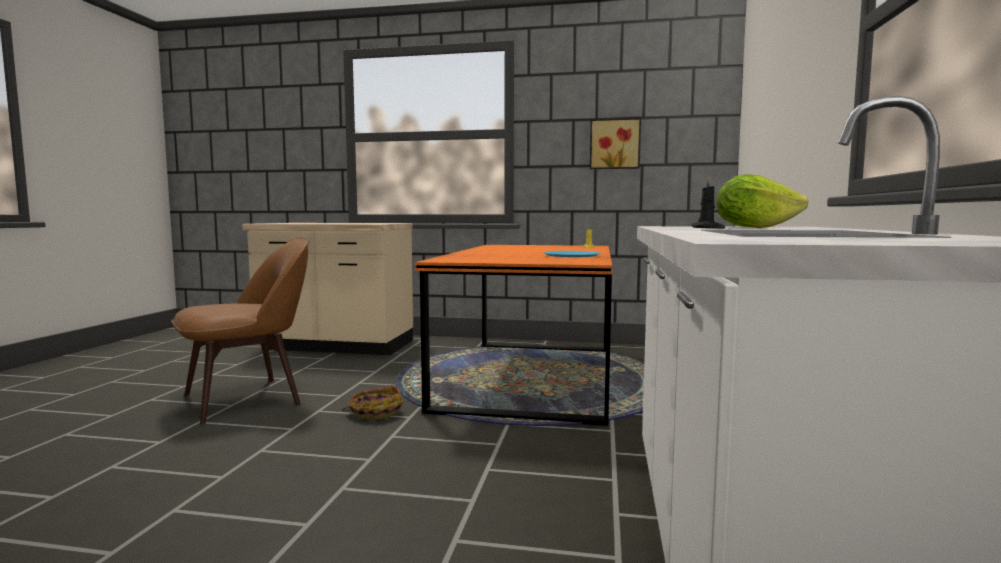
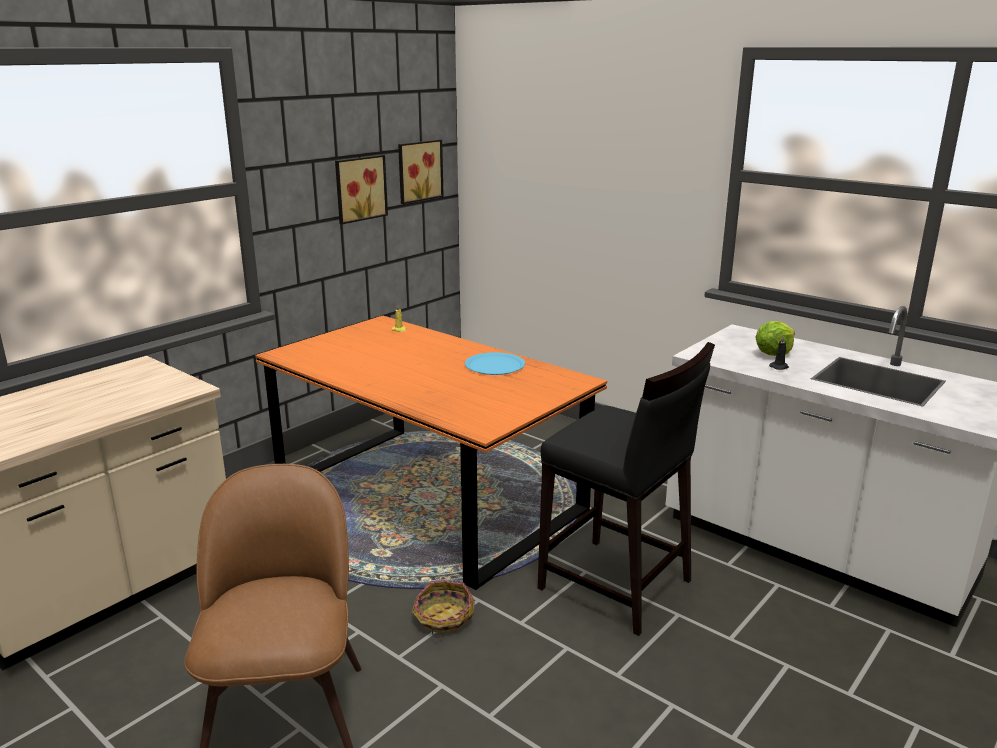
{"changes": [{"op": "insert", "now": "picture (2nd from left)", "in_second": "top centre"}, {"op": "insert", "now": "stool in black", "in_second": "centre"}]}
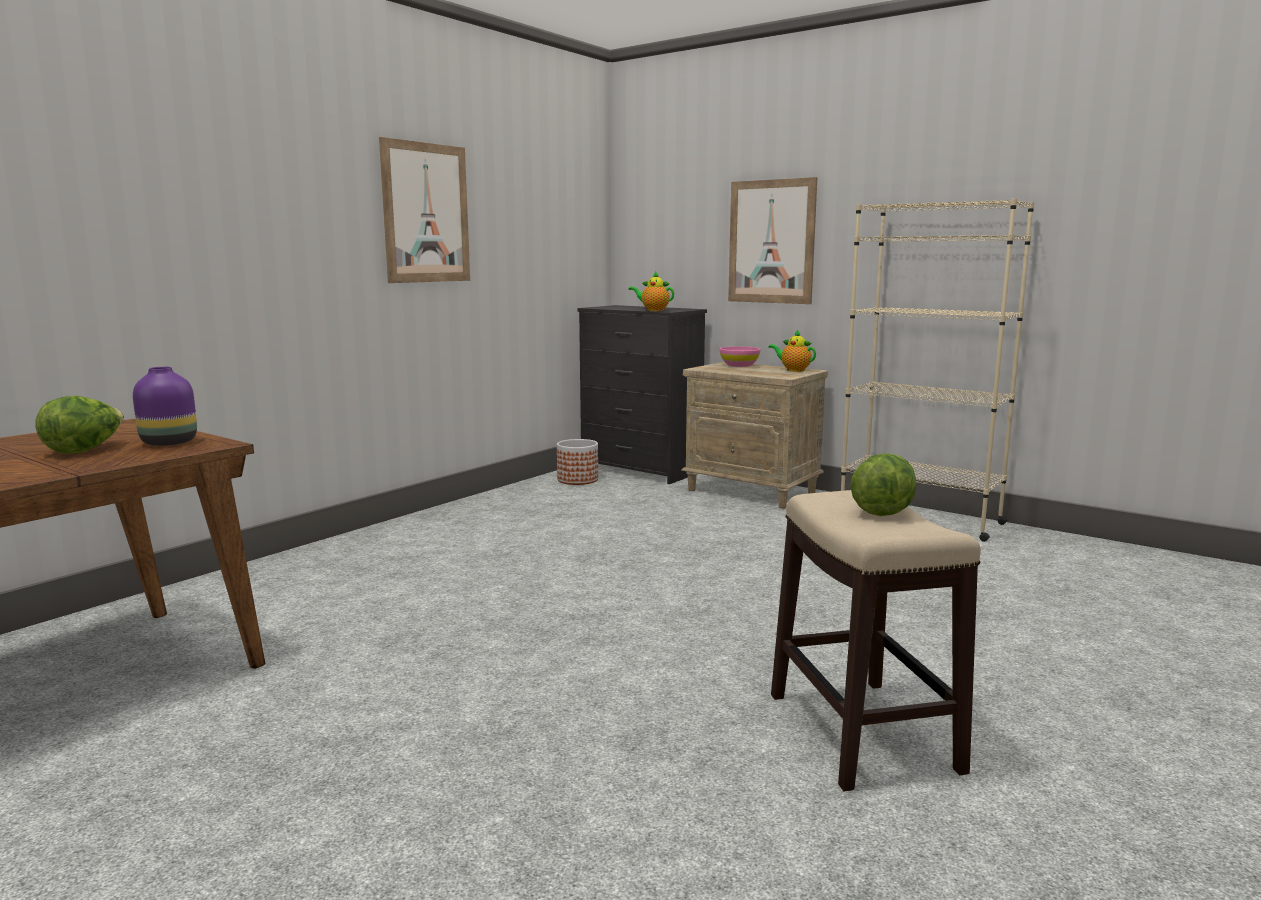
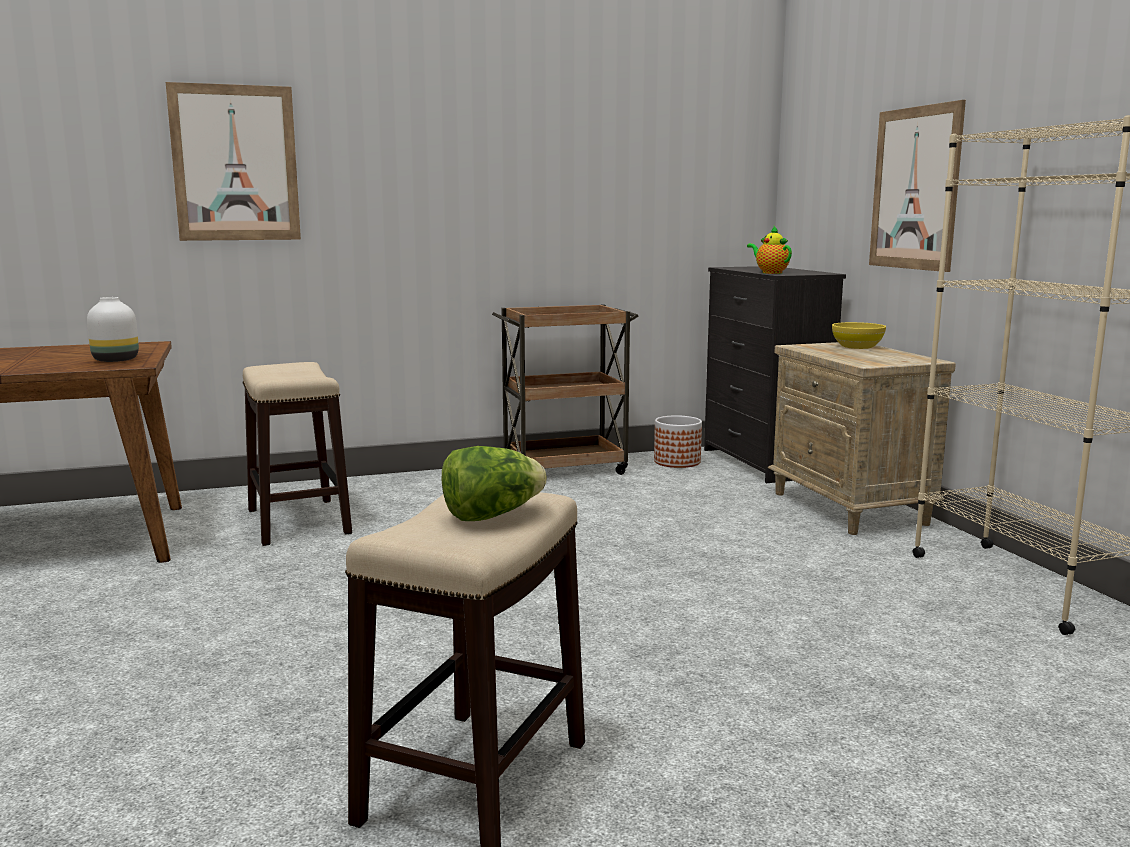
{"changes": [{"op": "move", "was": "picture (1st from left)", "in_first": "top centre", "in_second": "top left"}, {"op": "delete", "was": "teapot (2nd from left)", "in_first": "centre"}, {"op": "recolor", "was": "bowl in pink", "now": "bowl in yellow", "in_first": "centre", "in_second": "middle right"}, {"op": "recolor", "was": "vase in purple", "now": "vase in white", "in_first": "middle left", "in_second": "middle left"}, {"op": "delete", "was": "lettuce (1st from left)", "in_first": "middle left"}, {"op": "insert", "now": "cart in brown", "in_second": "centre"}, {"op": "insert", "now": "stool (1st from left)", "in_second": "middle left"}]}
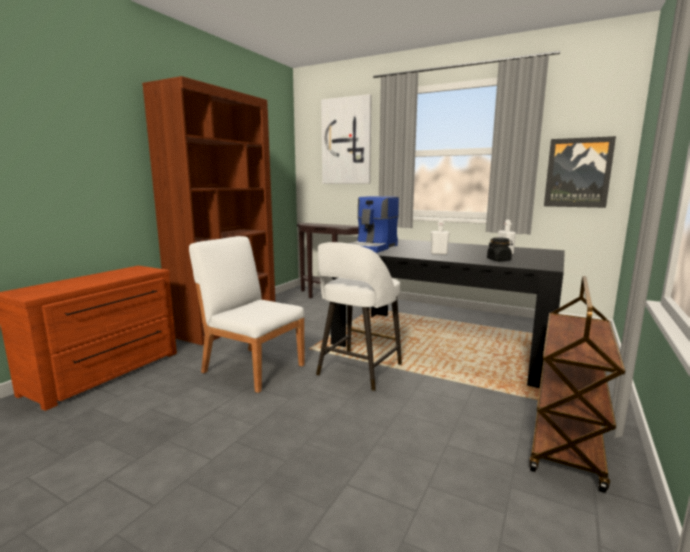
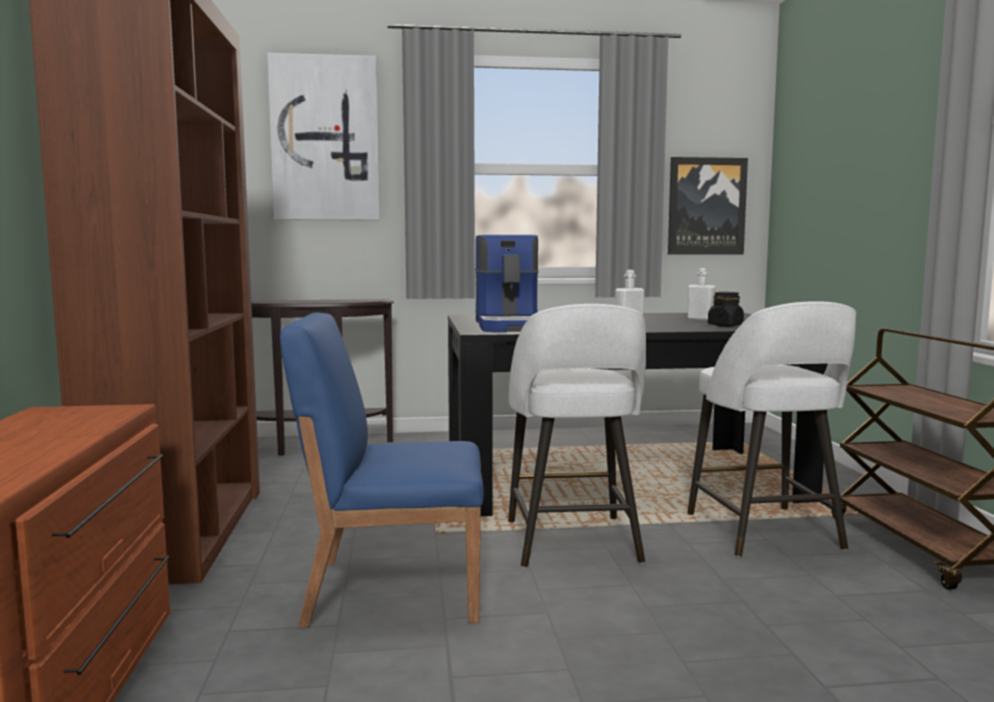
{"changes": [{"op": "recolor", "was": "chair in white", "now": "chair in blue", "in_first": "centre", "in_second": "bottom centre"}, {"op": "insert", "now": "stool in white (2nd from left)", "in_second": "middle right"}]}
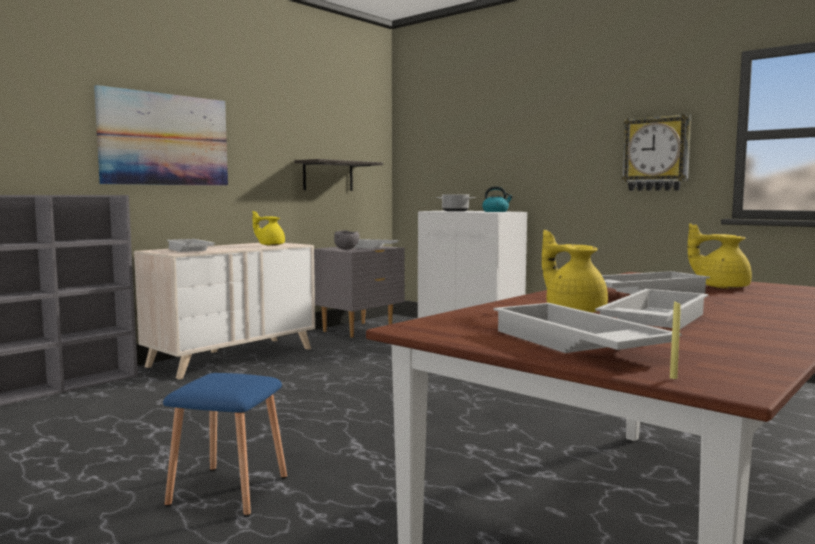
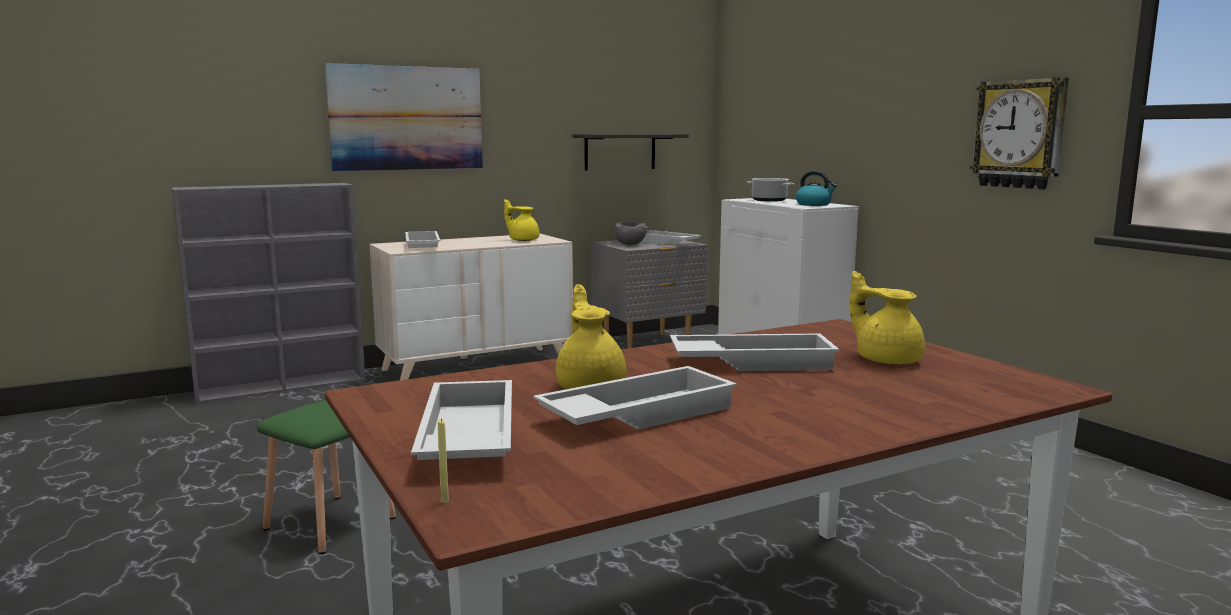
{"changes": [{"op": "recolor", "was": "stool in blue", "now": "stool in green", "in_first": "bottom left", "in_second": "bottom left"}]}
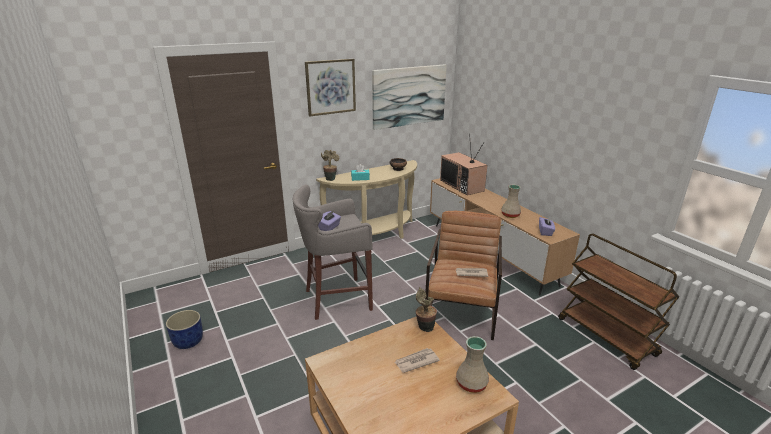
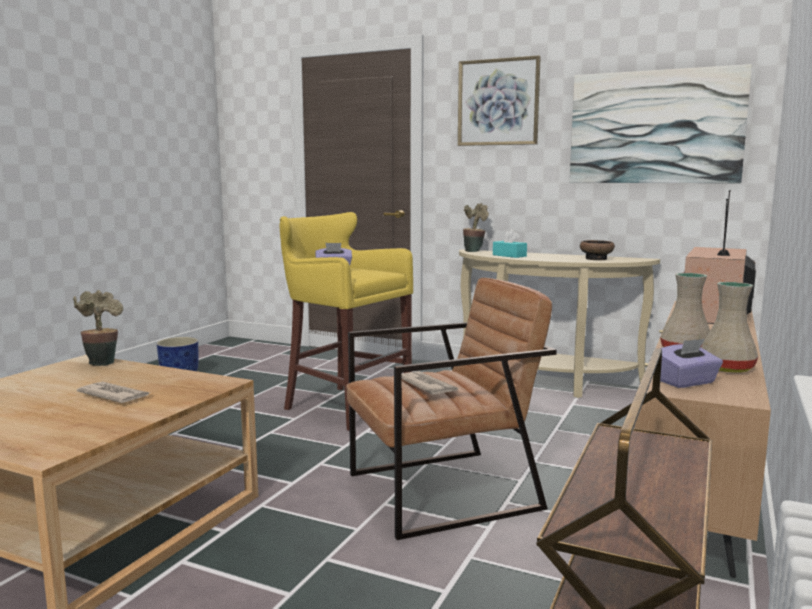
{"changes": [{"op": "recolor", "was": "stool in grey", "now": "stool in yellow", "in_first": "centre", "in_second": "centre"}, {"op": "move", "was": "potted plant (2nd from left in the first image)", "now": "potted plant (1st from left)", "in_first": "bottom centre", "in_second": "middle left"}, {"op": "move", "was": "vase in beige (1st from left in the first image)", "now": "vase in beige (2nd from left)", "in_first": "bottom centre", "in_second": "middle right"}]}
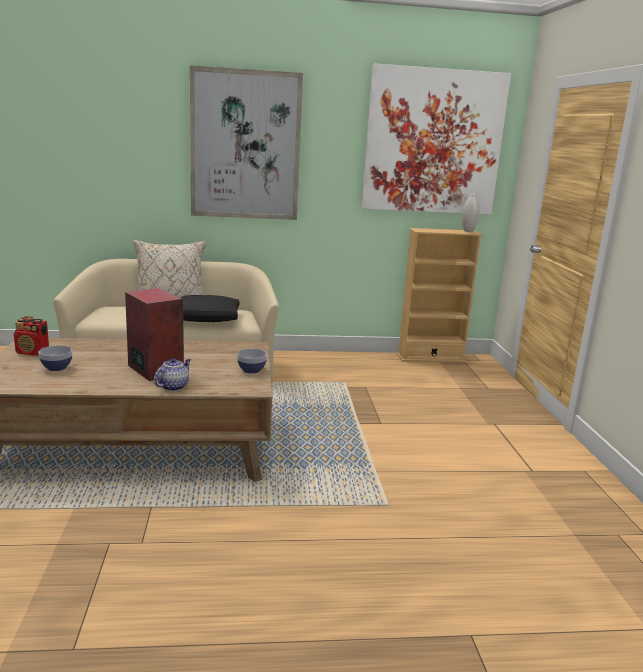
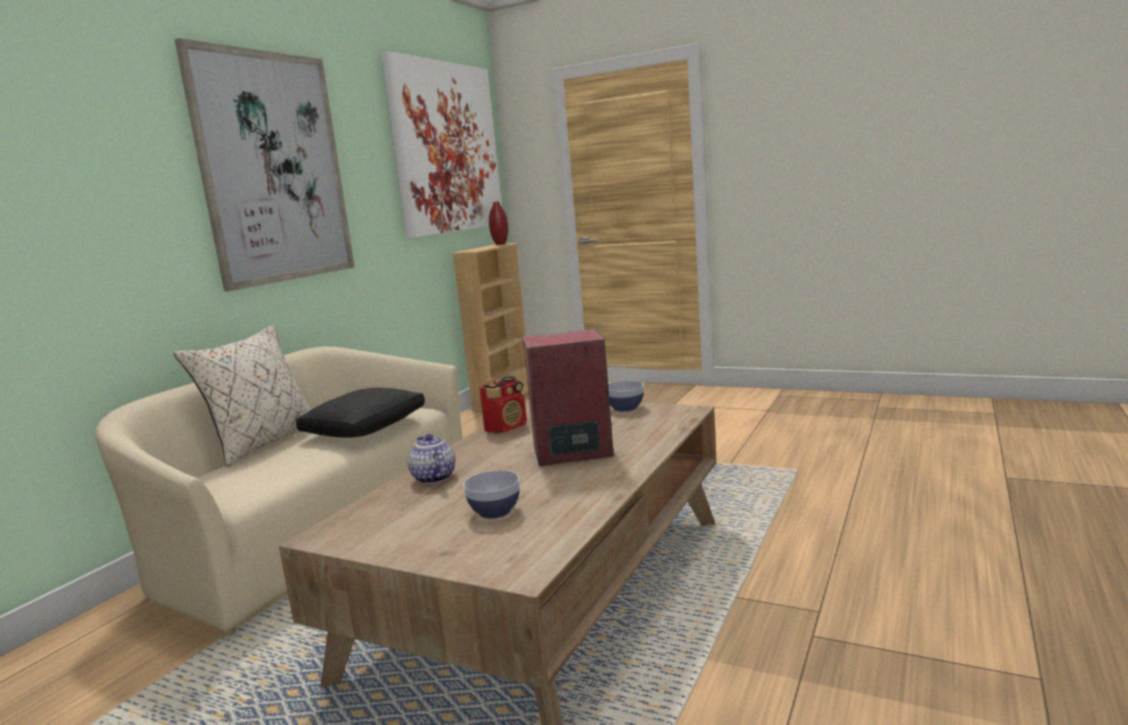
{"changes": [{"op": "recolor", "was": "vase in white", "now": "vase in red", "in_first": "top right", "in_second": "top centre"}, {"op": "move", "was": "radio", "in_first": "middle left", "in_second": "centre"}, {"op": "move", "was": "teapot", "in_first": "middle left", "in_second": "centre"}]}
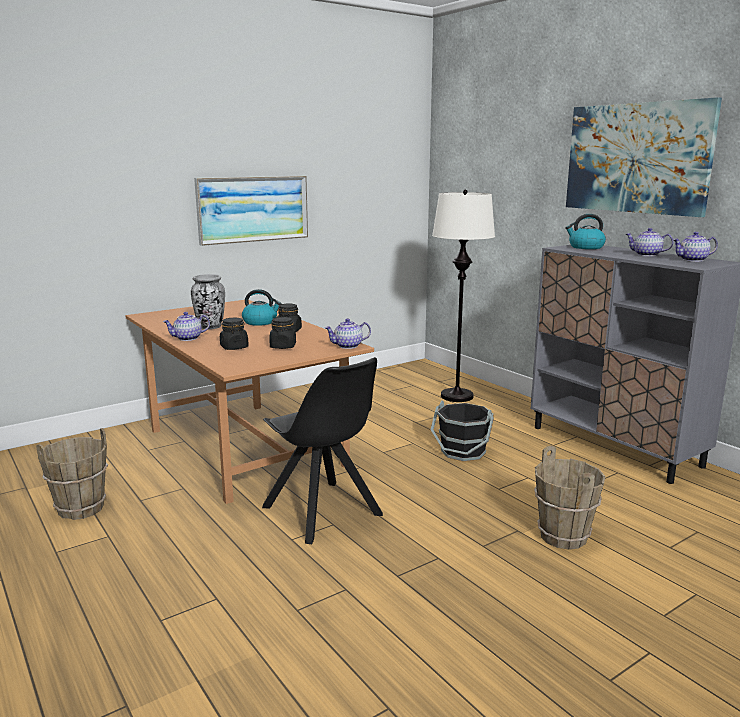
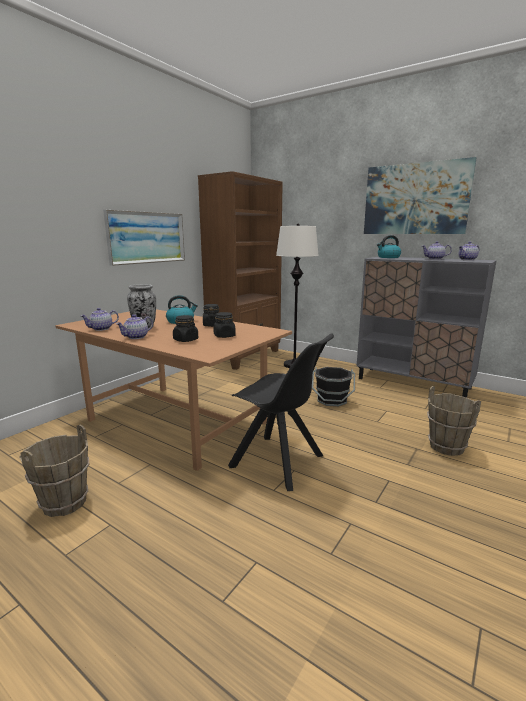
{"changes": [{"op": "move", "was": "teapot (2nd from left in the first image)", "now": "teapot (1st from left)", "in_first": "centre", "in_second": "middle left"}, {"op": "insert", "now": "bookcase in brown", "in_second": "centre"}]}
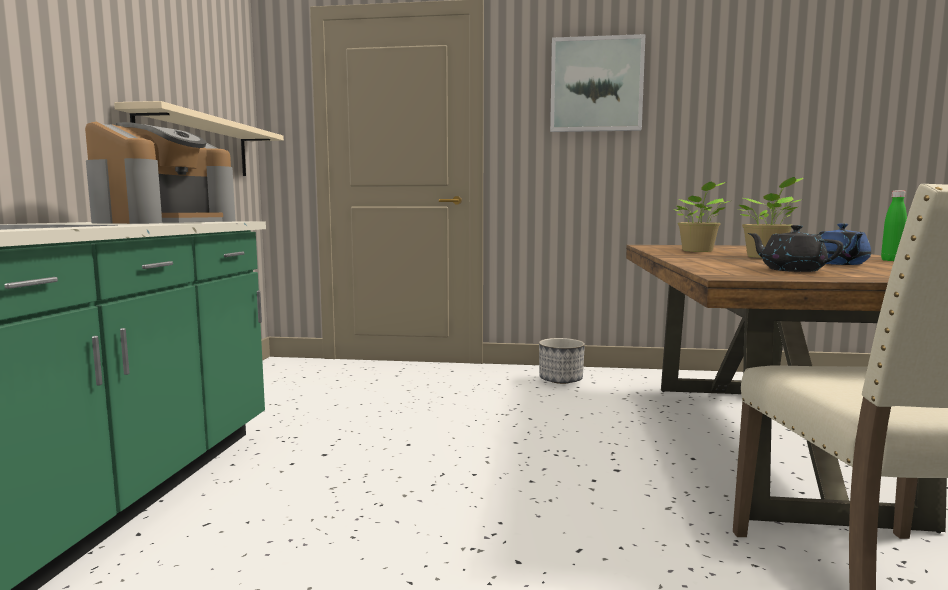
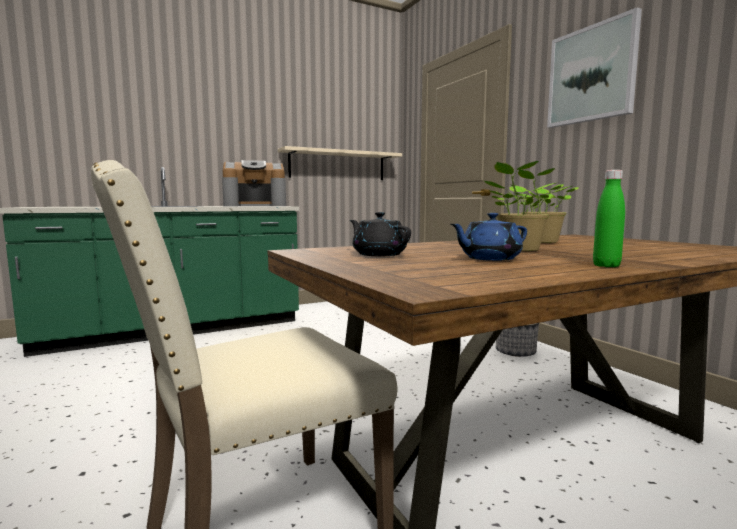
{"changes": [{"op": "rotate", "was": "teapot in black", "in_first": "middle right", "in_second": "centre", "clockwise": -60}]}
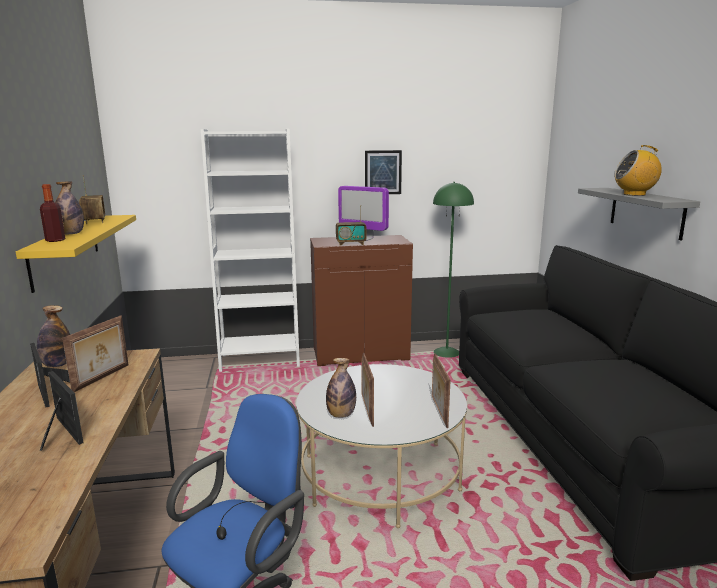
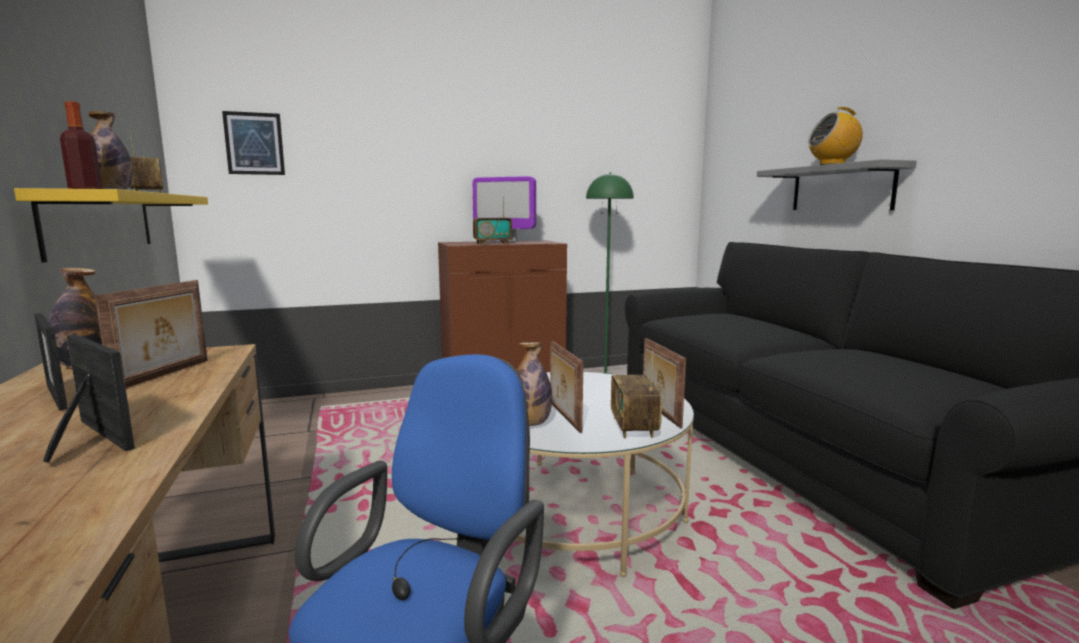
{"changes": [{"op": "delete", "was": "bookcase in white", "in_first": "centre"}, {"op": "move", "was": "picture", "in_first": "top centre", "in_second": "top left"}, {"op": "insert", "now": "radio (3rd from left)", "in_second": "centre"}]}
